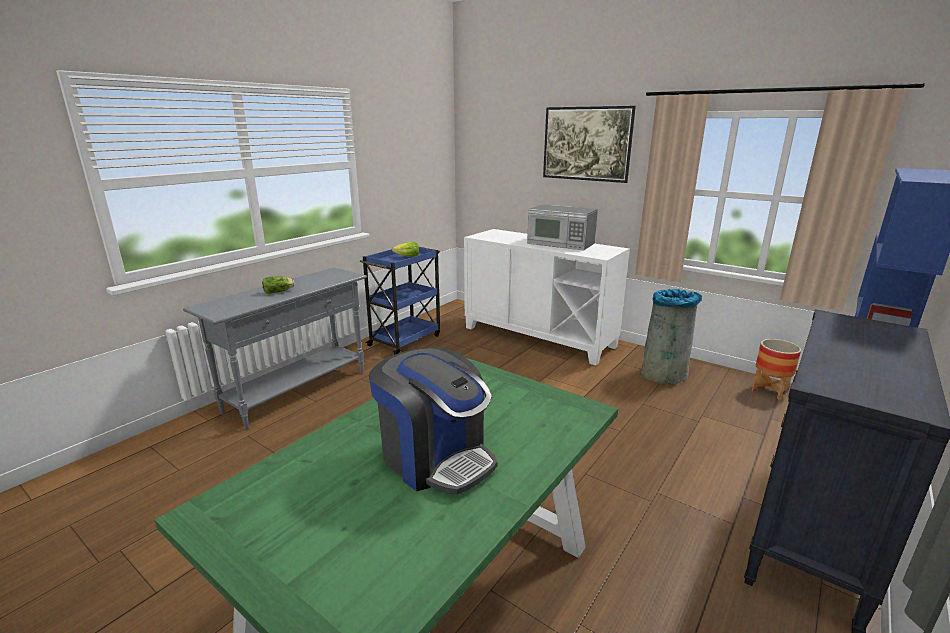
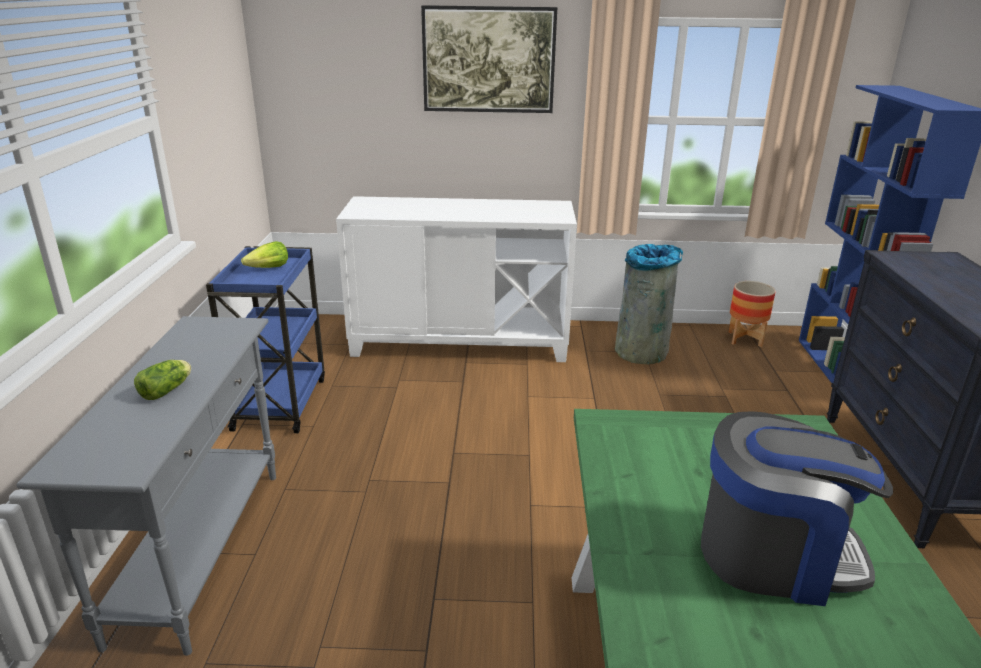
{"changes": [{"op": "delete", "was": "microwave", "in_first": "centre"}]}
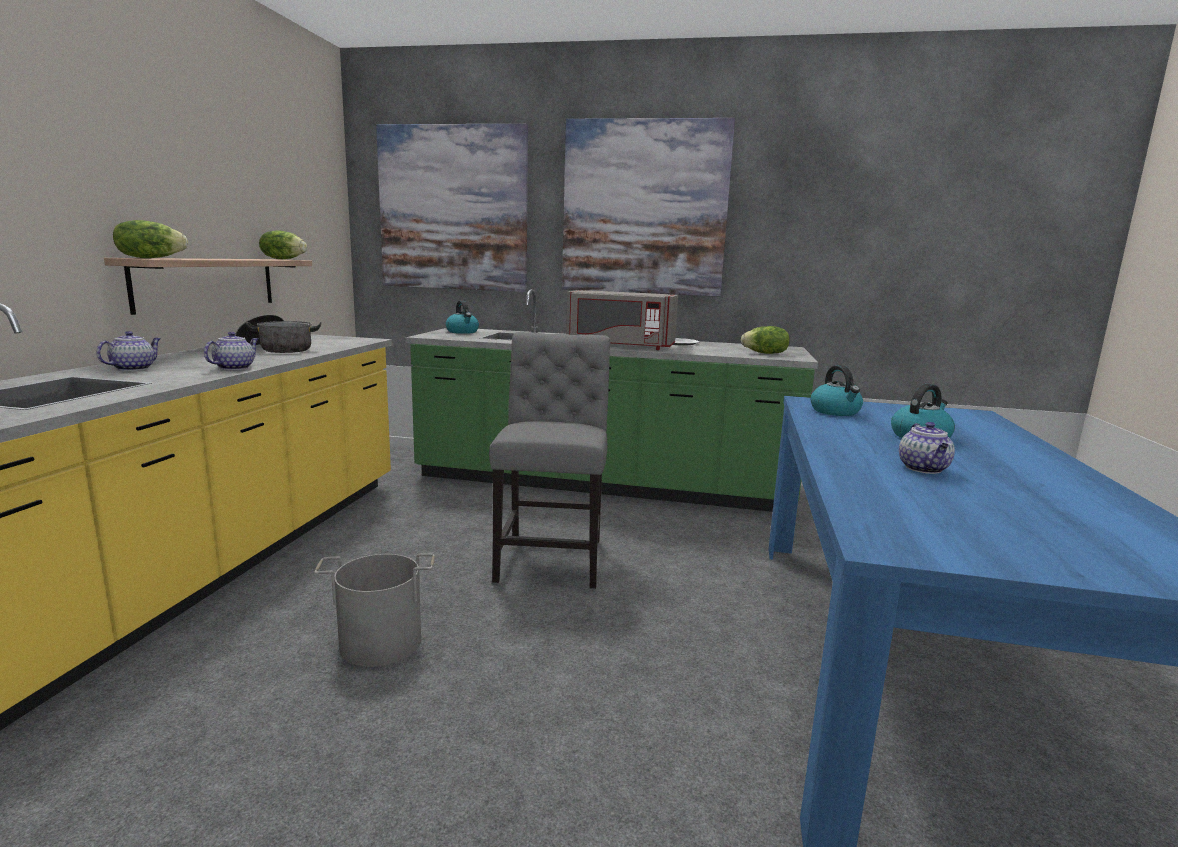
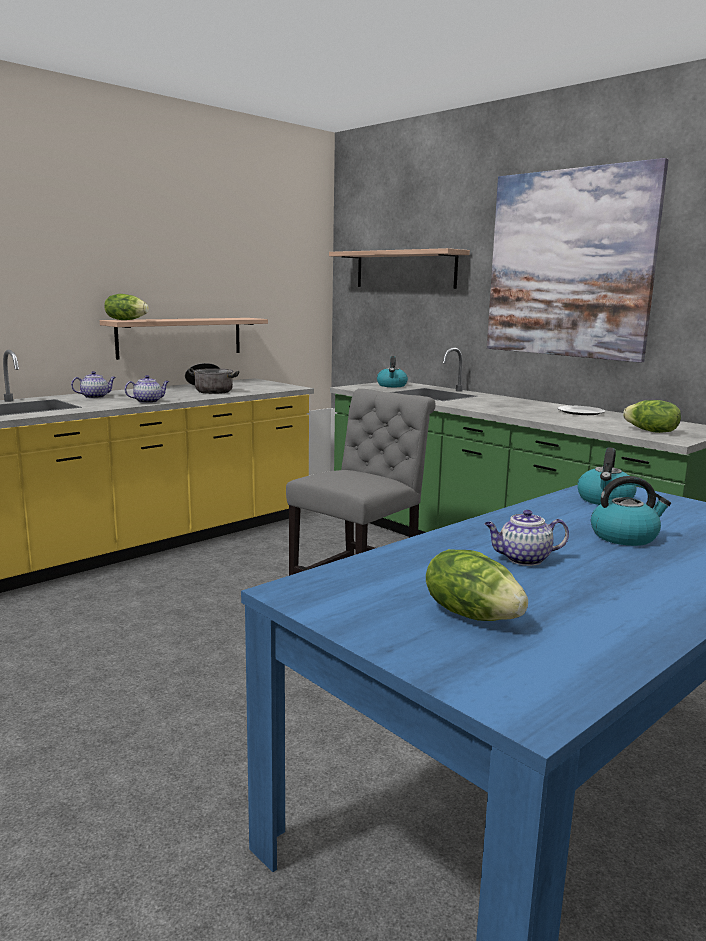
{"changes": [{"op": "replace", "was": "picture (1st from left)", "now": "shelf (2nd from left)", "in_first": "top centre", "in_second": "top centre"}, {"op": "move", "was": "lettuce (2nd from left)", "in_first": "top left", "in_second": "middle right"}, {"op": "delete", "was": "microwave in grey", "in_first": "centre"}, {"op": "rotate", "was": "teapot (3rd from left)", "in_first": "middle right", "in_second": "middle right", "clockwise": 45}, {"op": "delete", "was": "bucket in grey", "in_first": "bottom left"}]}
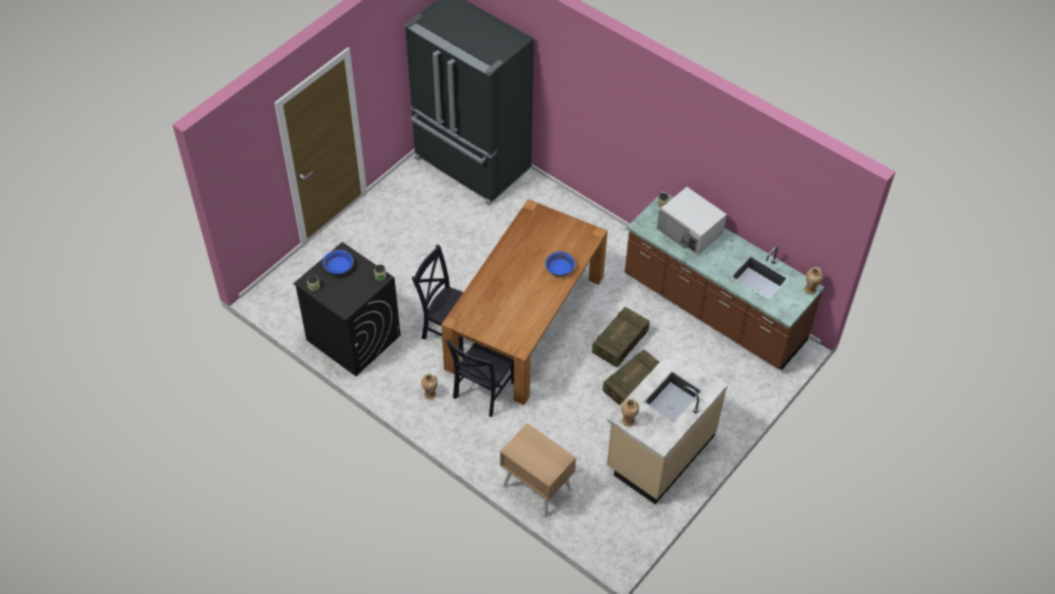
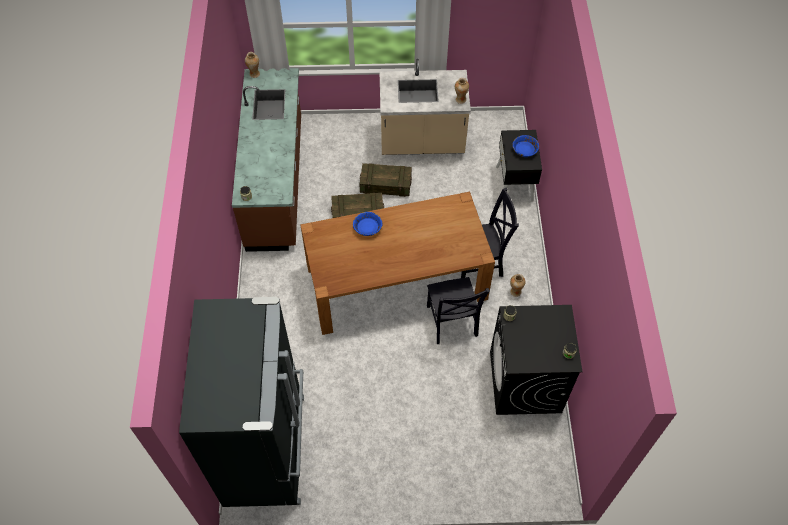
{"changes": [{"op": "delete", "was": "microwave in white", "in_first": "centre"}, {"op": "move", "was": "bowl in blue (1st from left in the first image)", "now": "bowl in blue (2nd from left)", "in_first": "middle left", "in_second": "top centre"}, {"op": "recolor", "was": "nightstand in beige", "now": "nightstand in black", "in_first": "bottom centre", "in_second": "top centre"}]}
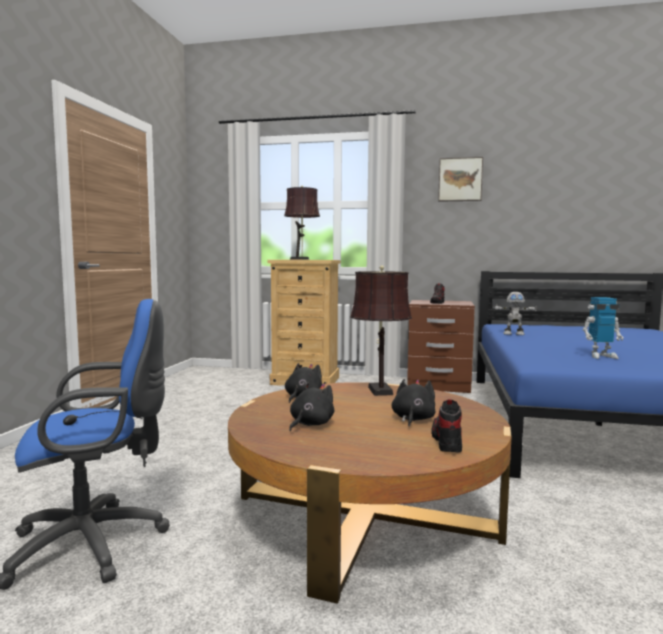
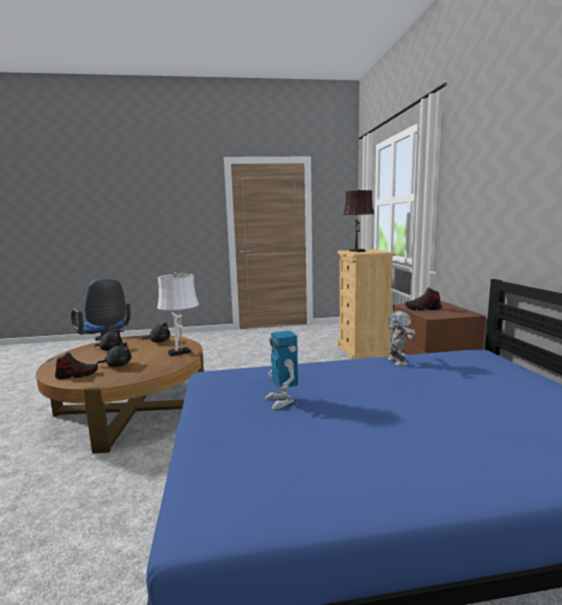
{"changes": [{"op": "delete", "was": "picture", "in_first": "top right"}, {"op": "recolor", "was": "table lamp in brown (2nd from left)", "now": "table lamp in white", "in_first": "centre", "in_second": "middle left"}]}
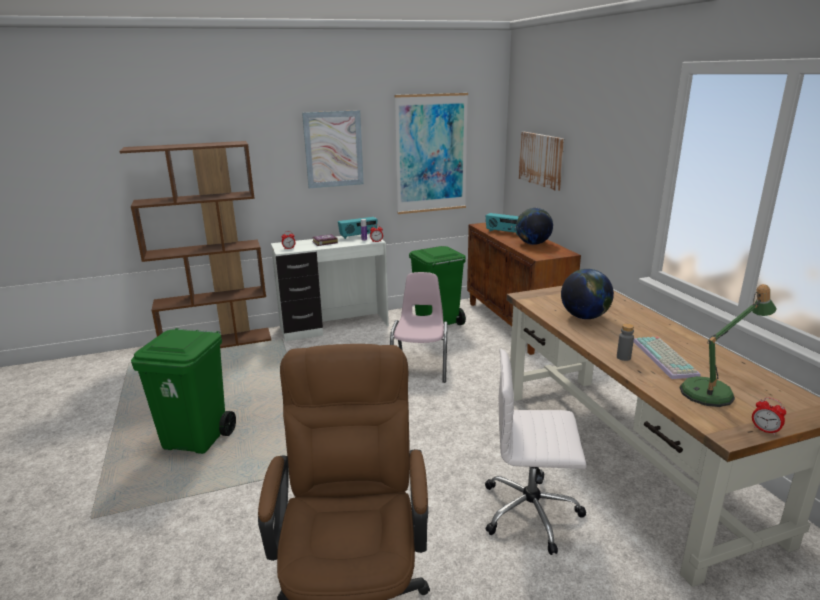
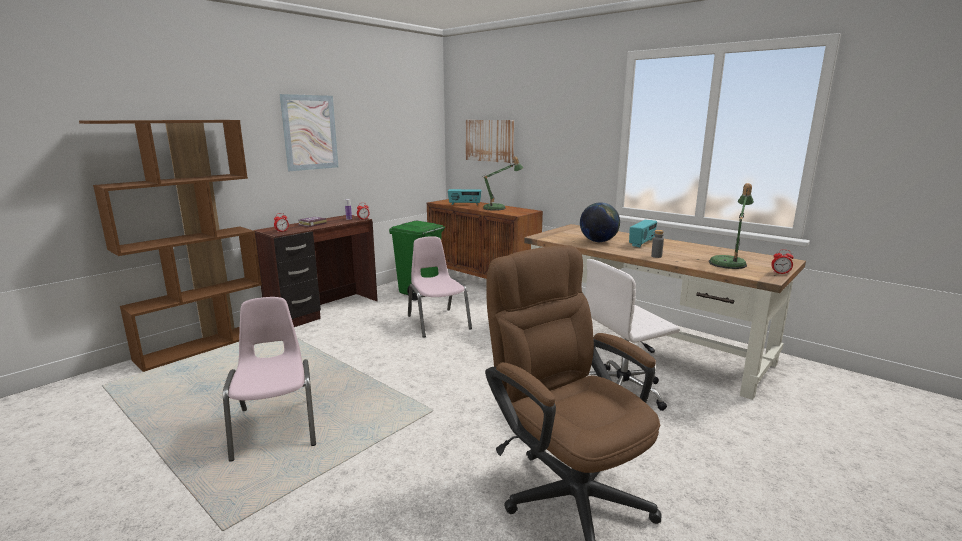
{"changes": [{"op": "delete", "was": "picture (2nd from left)", "in_first": "top centre"}, {"op": "replace", "was": "globe (1st from left)", "now": "table lamp (1st from left)", "in_first": "centre", "in_second": "centre"}, {"op": "move", "was": "radio (1st from left in the first image)", "now": "radio (2nd from left)", "in_first": "centre", "in_second": "middle right"}, {"op": "recolor", "was": "desk in white", "now": "desk in brown (1st from left)", "in_first": "centre", "in_second": "middle left"}, {"op": "replace", "was": "trash can in green (1st from left)", "now": "chair in pink (1st from left)", "in_first": "middle left", "in_second": "bottom left"}, {"op": "delete", "was": "keyboard", "in_first": "middle right"}]}
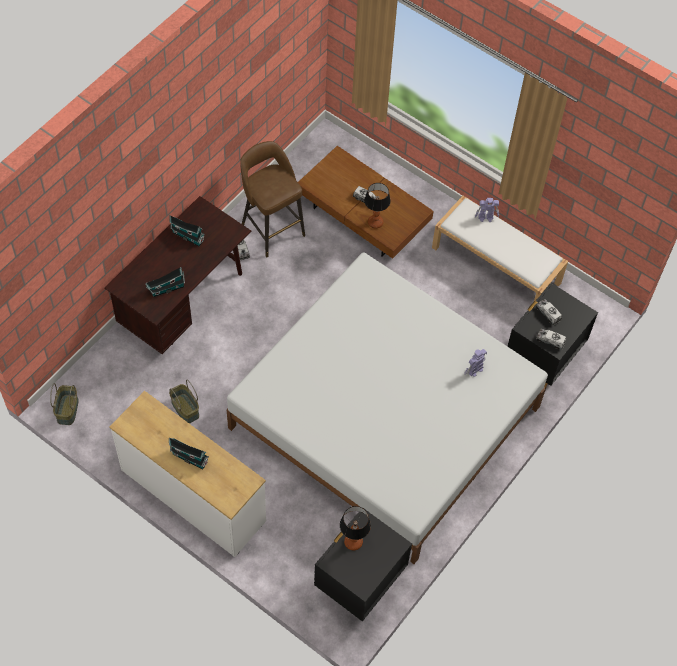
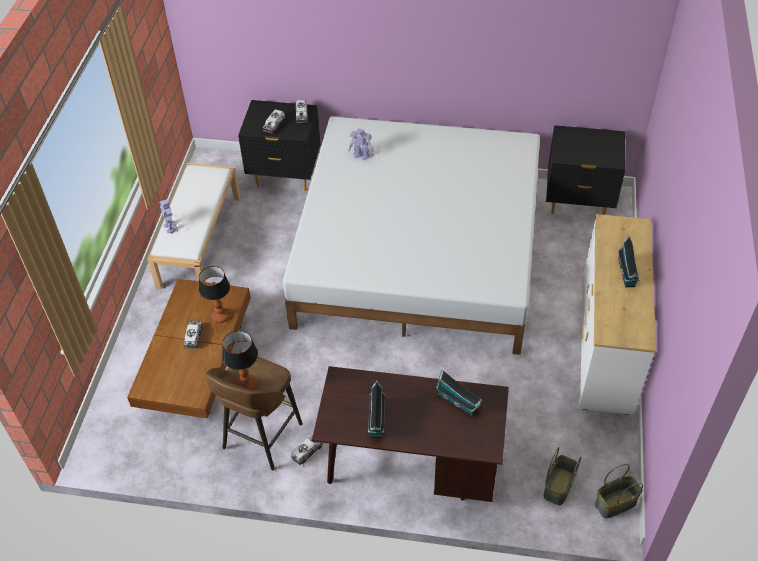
{"changes": [{"op": "move", "was": "basket (2nd from left in the first image)", "now": "basket (1st from left)", "in_first": "middle left", "in_second": "bottom right"}, {"op": "move", "was": "table lamp (1st from left in the first image)", "now": "table lamp (2nd from left)", "in_first": "bottom centre", "in_second": "middle left"}]}
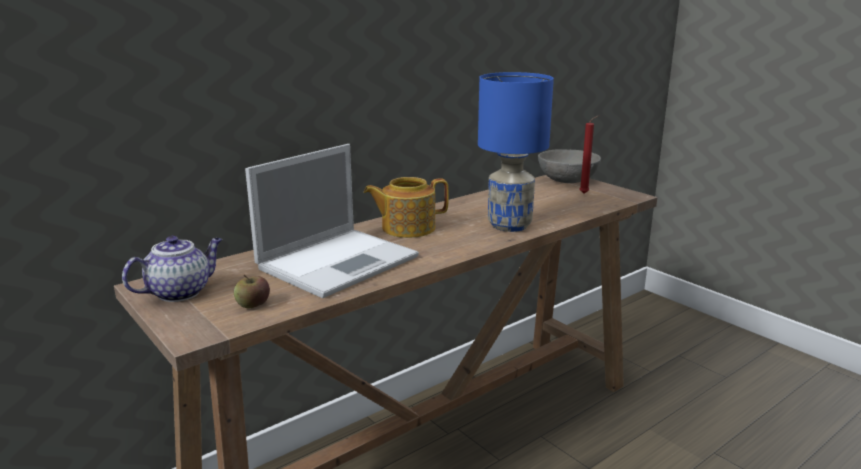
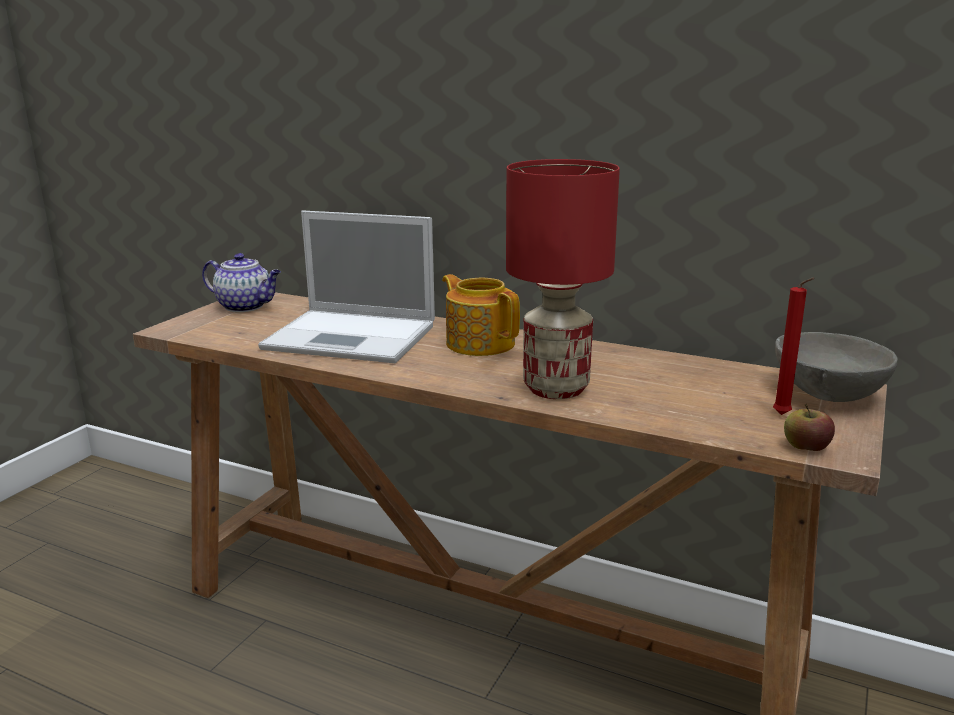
{"changes": [{"op": "recolor", "was": "table lamp in blue", "now": "table lamp in red", "in_first": "top centre", "in_second": "centre"}, {"op": "move", "was": "apple", "in_first": "middle left", "in_second": "middle right"}]}
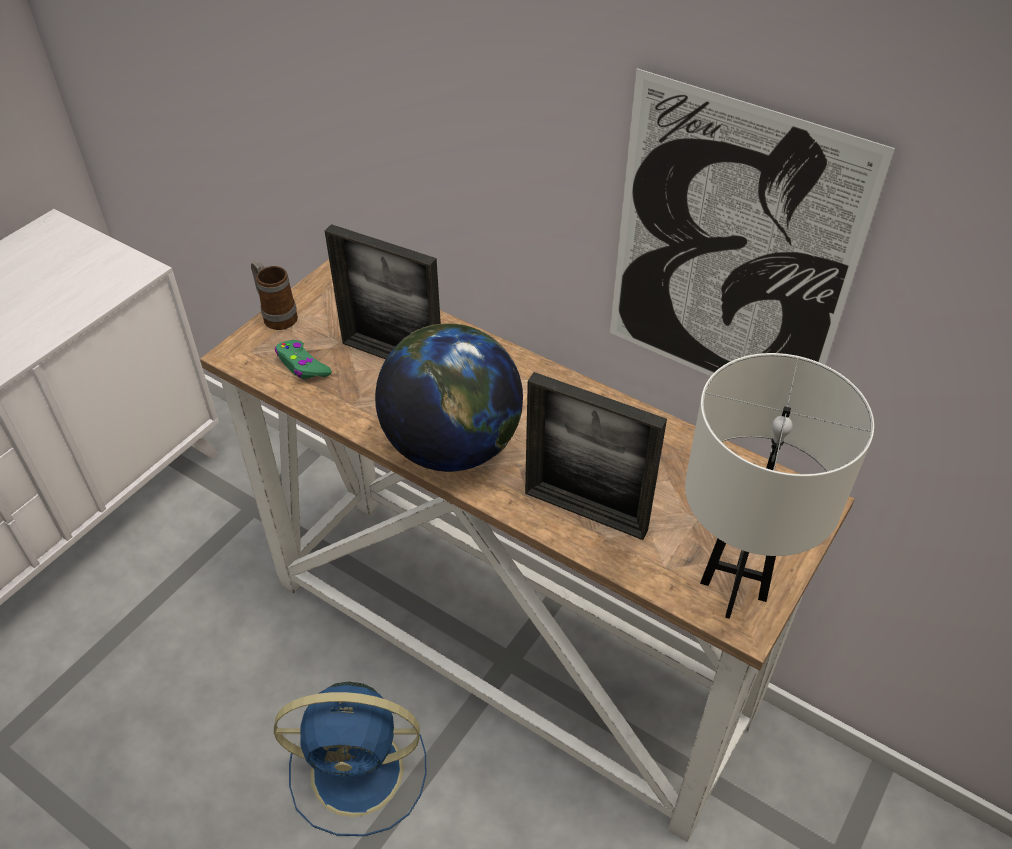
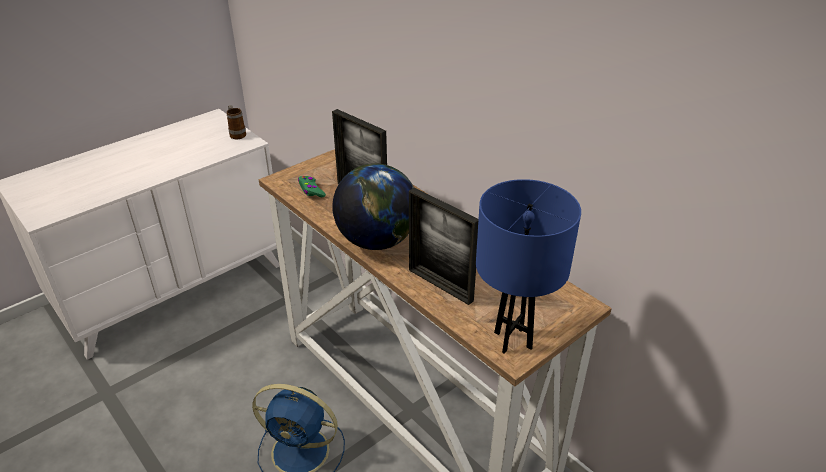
{"changes": [{"op": "delete", "was": "picture", "in_first": "top right"}, {"op": "move", "was": "mug", "in_first": "middle left", "in_second": "top left"}, {"op": "recolor", "was": "table lamp in white", "now": "table lamp in blue", "in_first": "middle right", "in_second": "centre"}]}
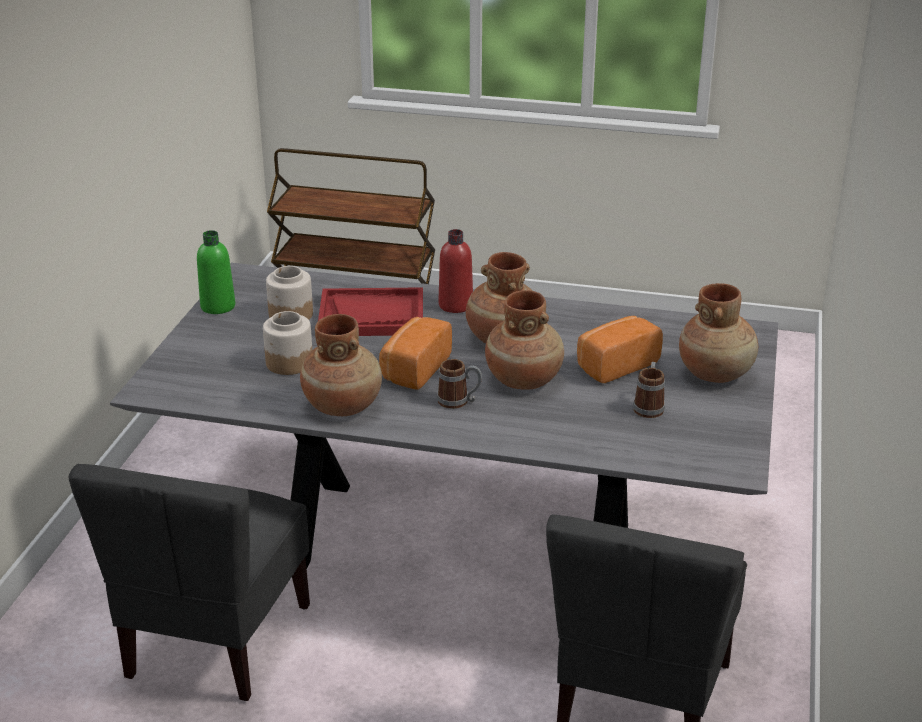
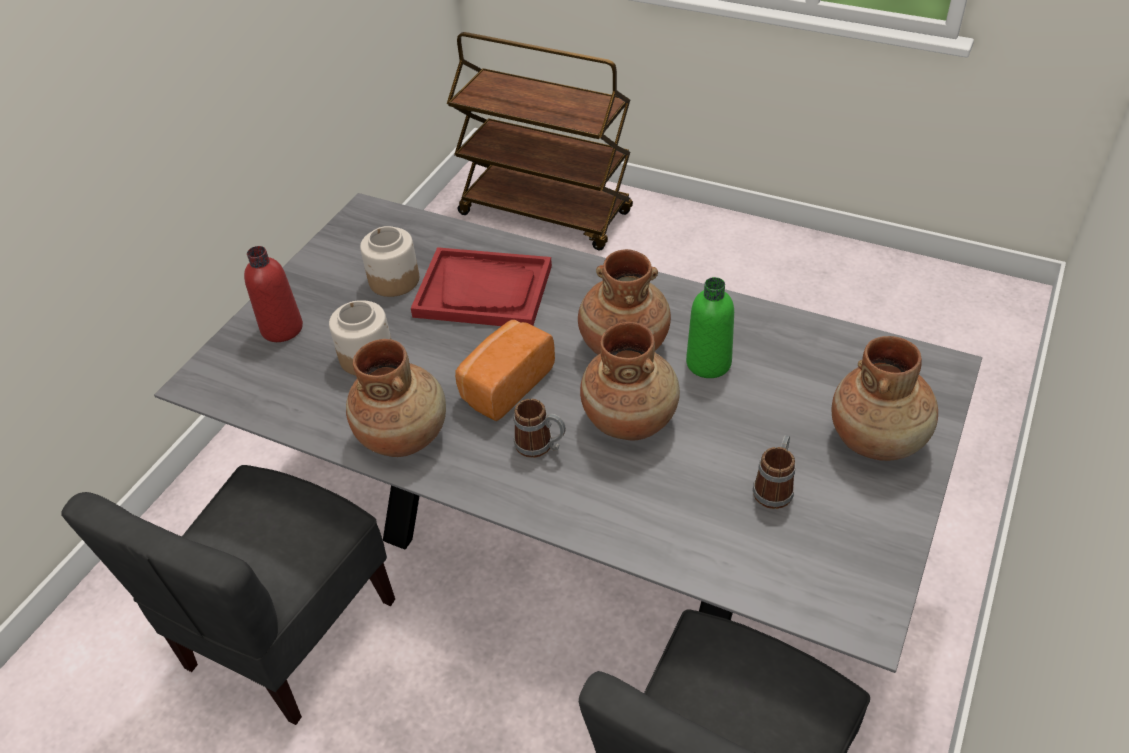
{"changes": [{"op": "move", "was": "bottle in red", "in_first": "centre", "in_second": "middle left"}, {"op": "move", "was": "bottle in green", "in_first": "middle left", "in_second": "centre"}, {"op": "delete", "was": "bread (2nd from left)", "in_first": "middle right"}]}
